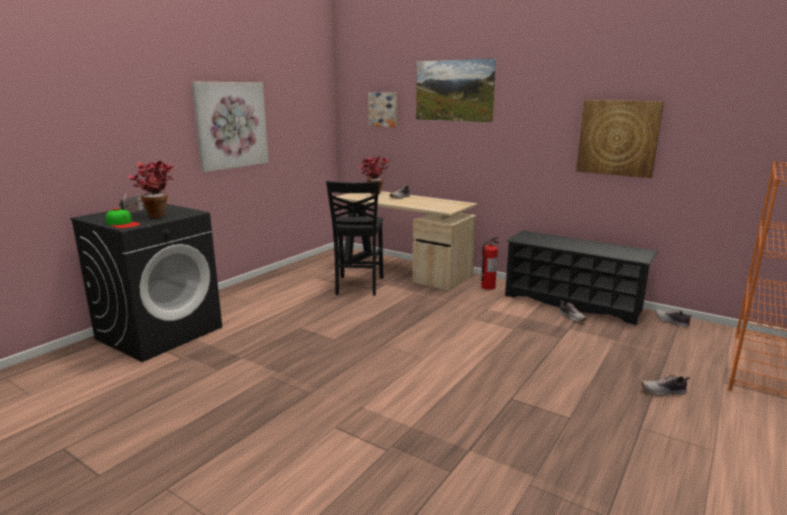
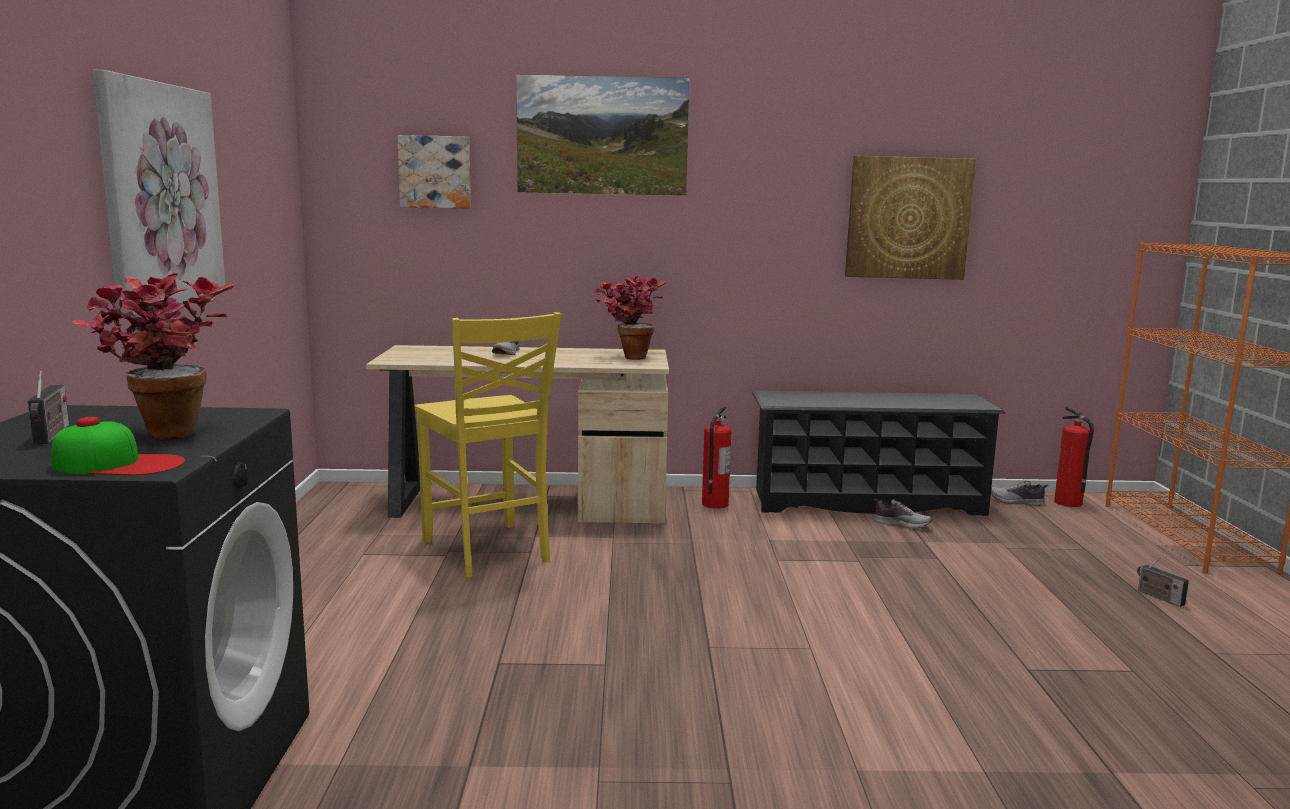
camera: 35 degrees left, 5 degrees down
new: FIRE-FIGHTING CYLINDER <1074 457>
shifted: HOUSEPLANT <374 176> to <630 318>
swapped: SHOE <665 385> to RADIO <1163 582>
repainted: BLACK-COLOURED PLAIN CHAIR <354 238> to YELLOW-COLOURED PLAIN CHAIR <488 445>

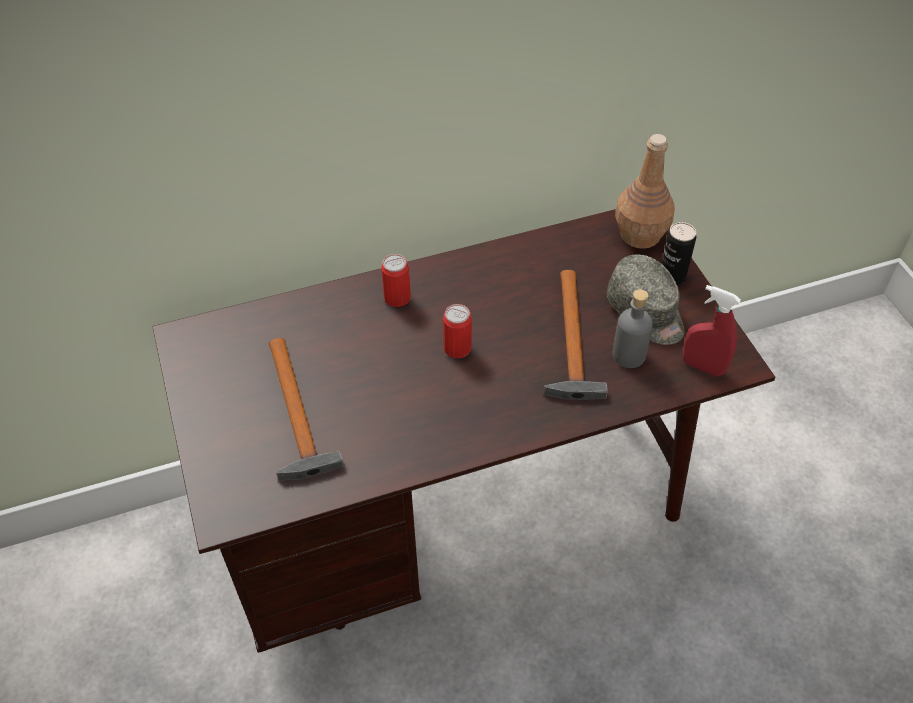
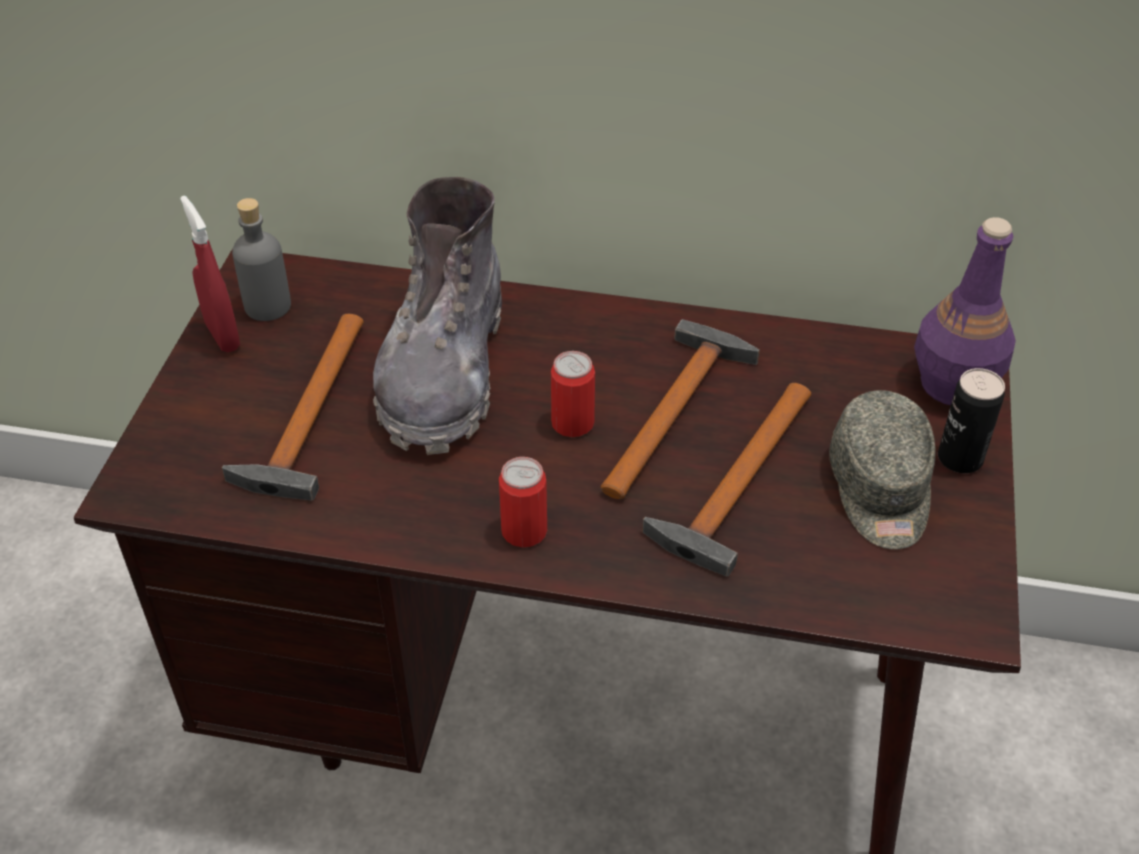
camera: 30 degrees right, 5 degrees down
new: GREY TALL BOOT <437 316>; HAMMER <680 409>
shifted: RED SPRAYER <712 330> to <210 274>; GREY BEVERAGE BOTTLE <632 328> to <261 259>; SEALED CAN <396 280> to <523 502>
repainted: BROWN-COLOURED BEVERAGE BOTTLE <645 191> to PURPLE-COLOURED BEVERAGE BOTTLE <965 311>

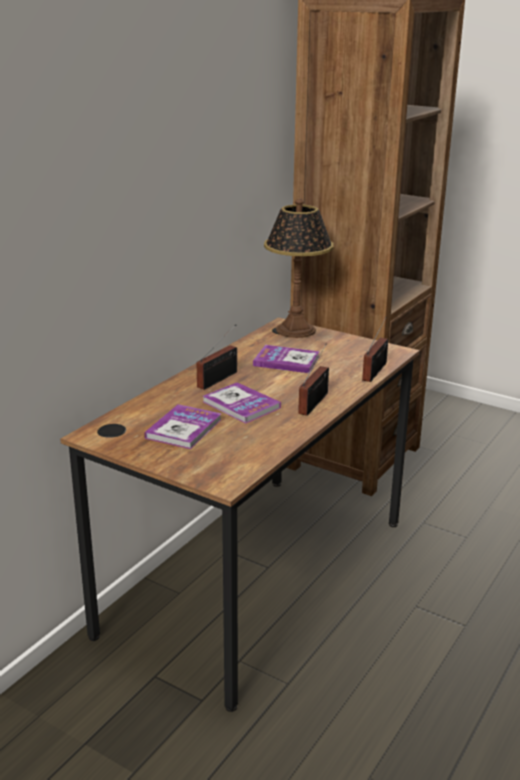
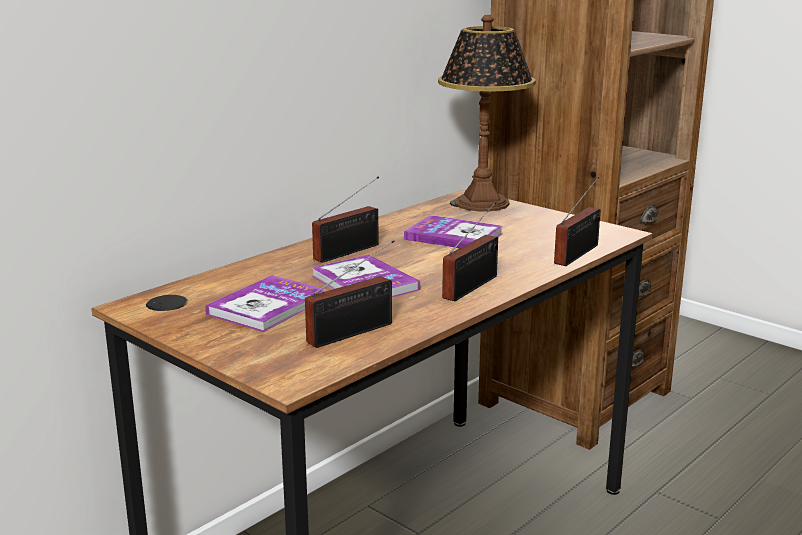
camera: 10 degrees right, 5 degrees down
new: RADIO <349 294>

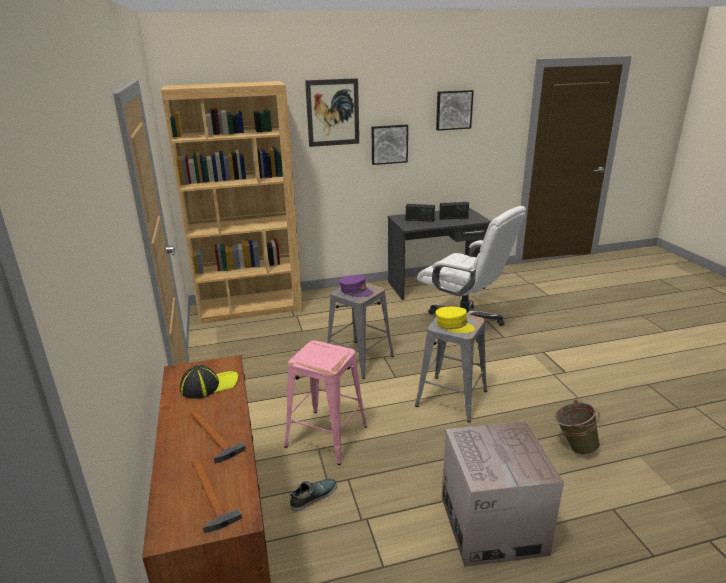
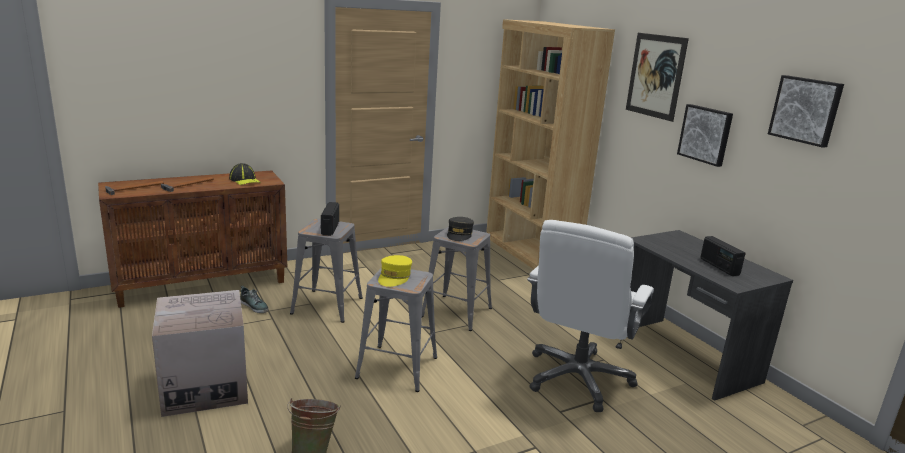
camera: 75 degrees right, 5 degrees down
shifted: RADIO <420 213> to <329 219>
repainted: PINK-COLOURED SITTING STOOL <325 403> to GREY SITTING STOOL <326 271>; PURPLE-COLOURED CAP <356 286> to GREY CAP <460 229>

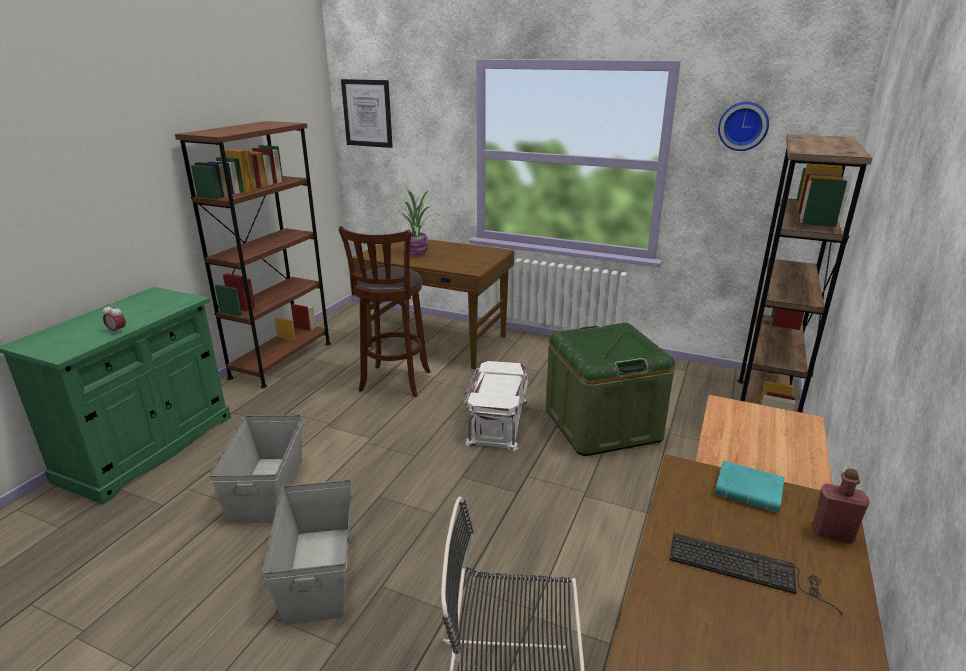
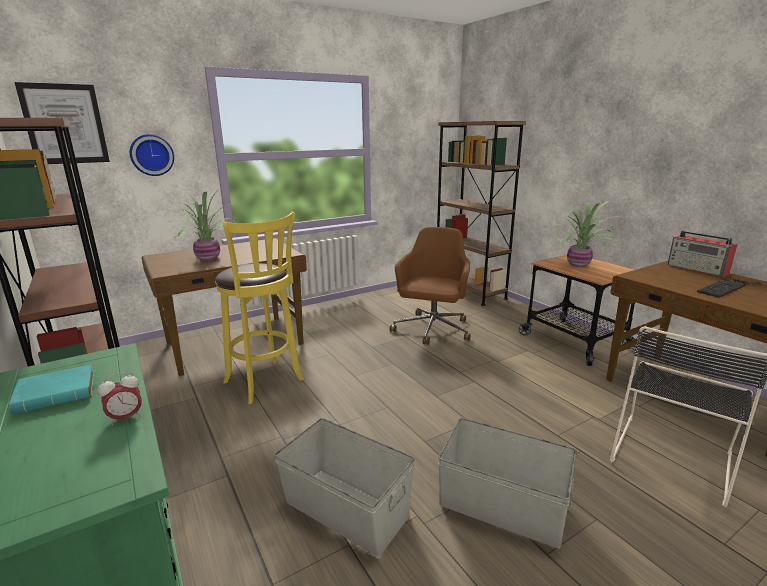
camera: 55 degrees left, 5 degrees down
gone: WHITISH STORAGE BOX <496 406>
new: HOUSEPLANT <588 233>
shifted: TURQUOISE VOLUME <750 486> to <51 389>; WALL CLOCK <743 126> to <152 155>
swapped: GREEN-COLOURED STORAGE BOX <610 389> to BROWN-COLOURED COMPUTER CHAIR <430 286>; RED BEVERAGE BOTTLE <841 506> to RADIO <702 254>
repainted: BROWN-COLOURED SITTING STOOL <384 311> to YELLOW-COLOURED SITTING STOOL <259 307>

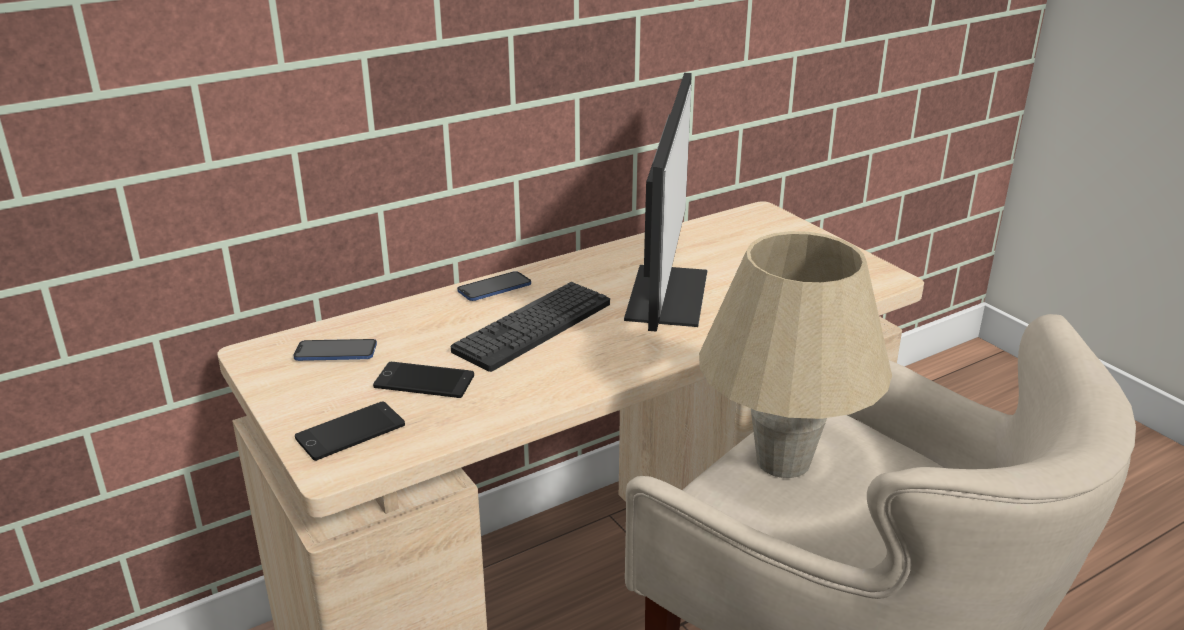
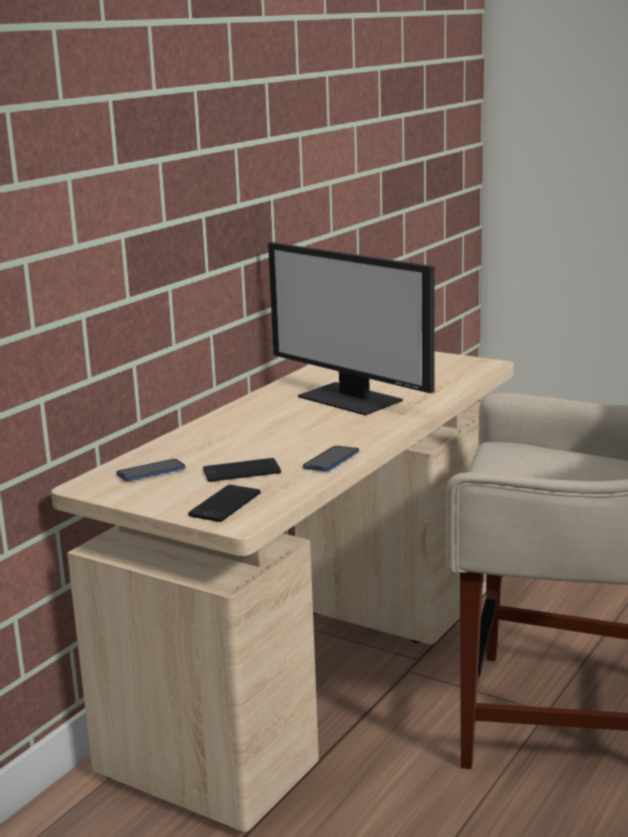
camera: 25 degrees left, 10 degrees down
gone: PC KEYBOARD <530 327>; SAND-COLOURED TABLE LAMP <795 354>
shifted: HANDSET <494 286> to <331 458>
rotated: COMPUTER DISPLAY <665 202> = <351 329> 150 degrees clockwise

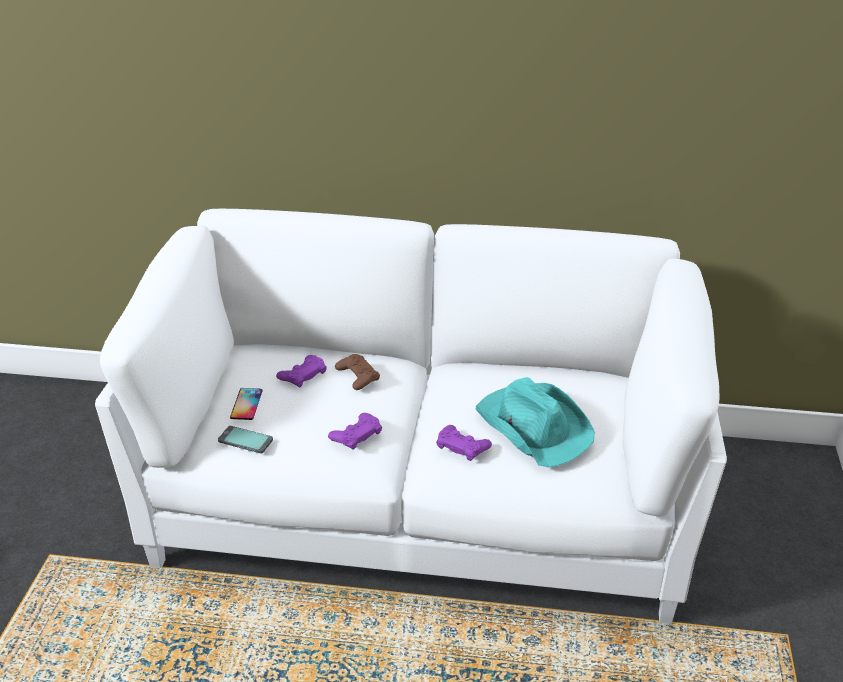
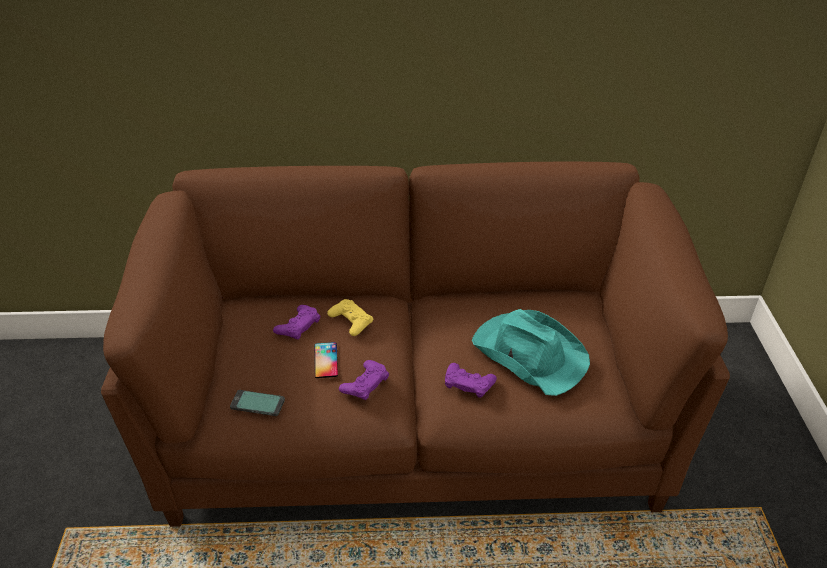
camera: 10 degrees left, 5 degrees up
shifted: HANDSET <246 404> to <326 360>
repainted: WHITISH COUCH <411 416> to BROWN-COLOURED COUCH <415 344>; BROWN-COLOURED GAMEPAD <357 372> to YELLOW-COLOURED GAMEPAD <350 317>

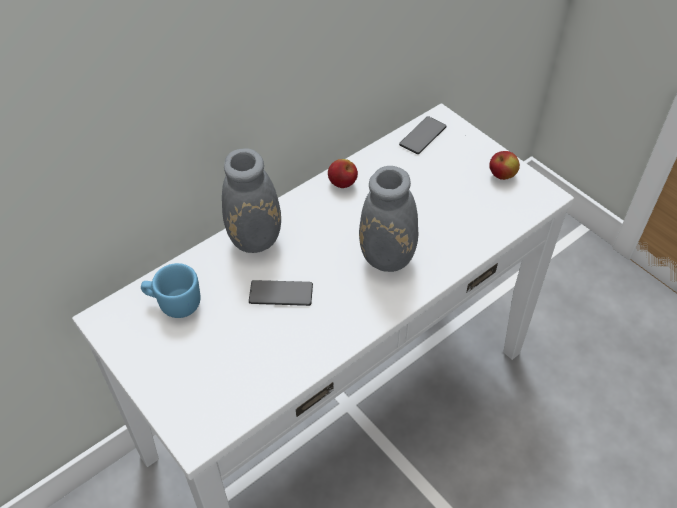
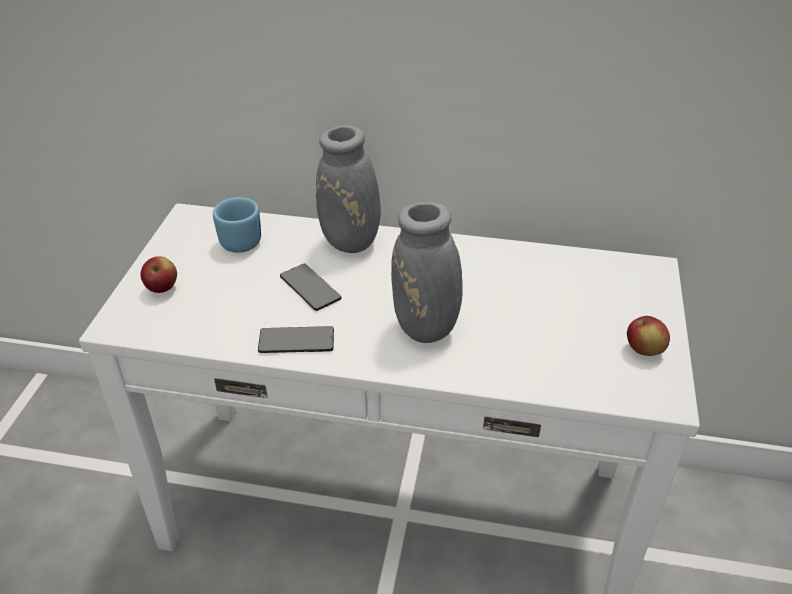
camera: 50 degrees right, 10 degrees down
shifted: WHOLE APPLE <343 173> to <159 274>; HANDSET <423 135> to <296 339>

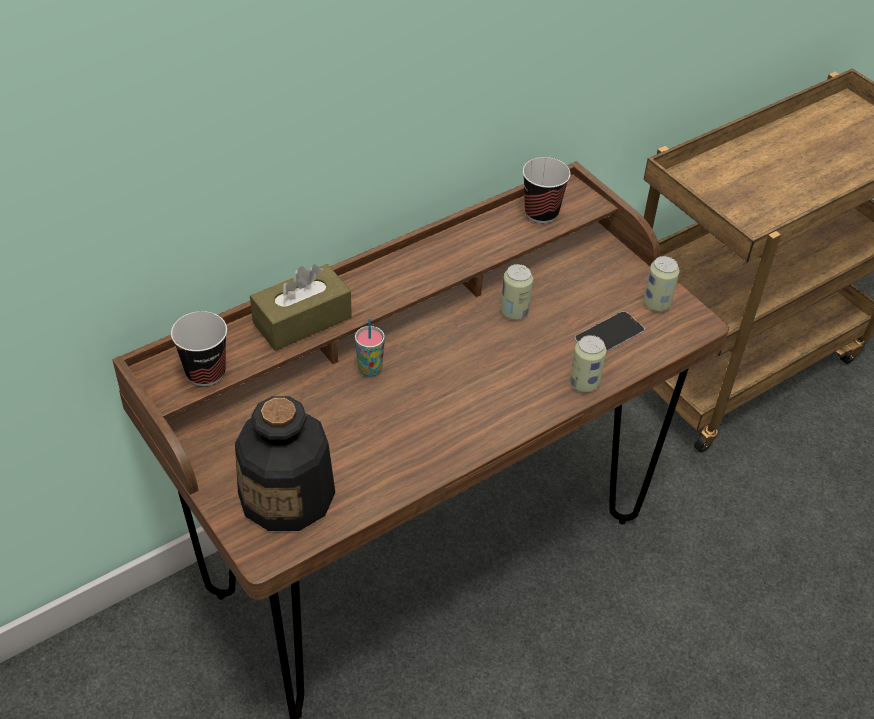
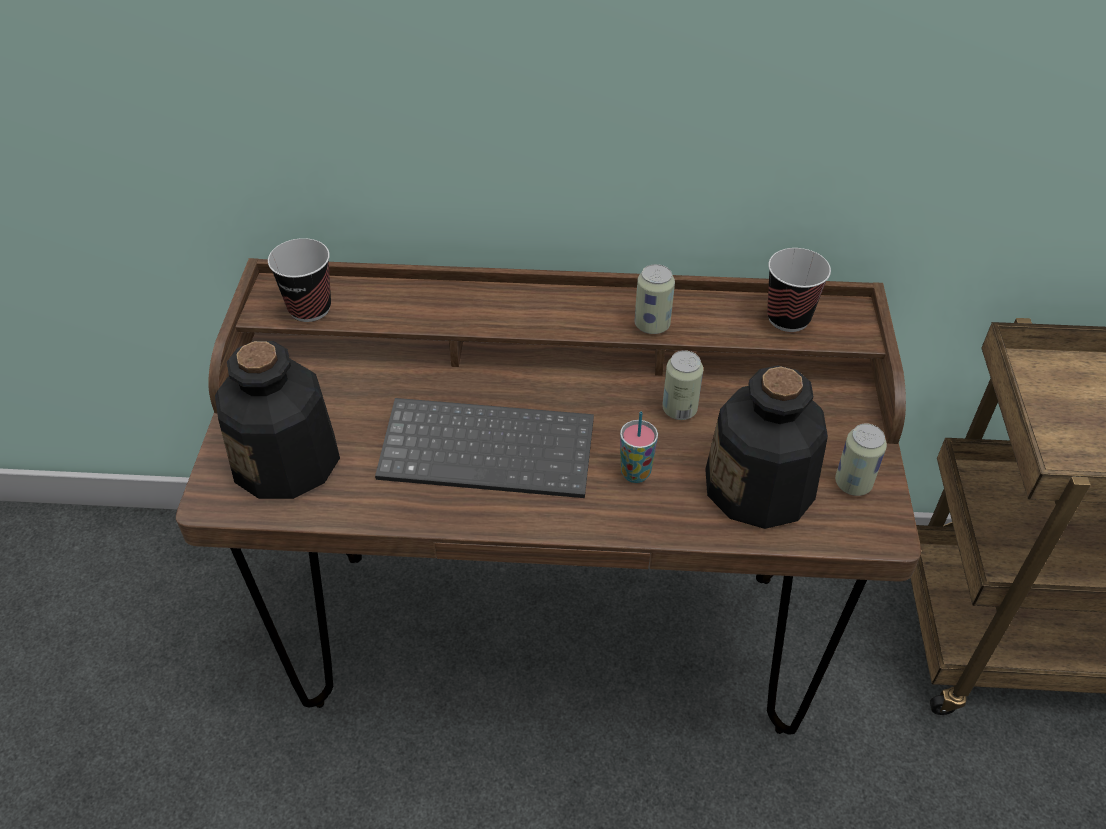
camera: 40 degrees right, 0 degrees up
gone: BROWN-COLOURED TISSUE HOLDER <301 307>
new: PC KEYBOARD <484 448>
shifted: CUP <370 347> to <639 447>; SEALED CAN <588 363> to <654 299>
swapped: HANDSET <610 332> to BEVERAGE BOTTLE <766 447>

